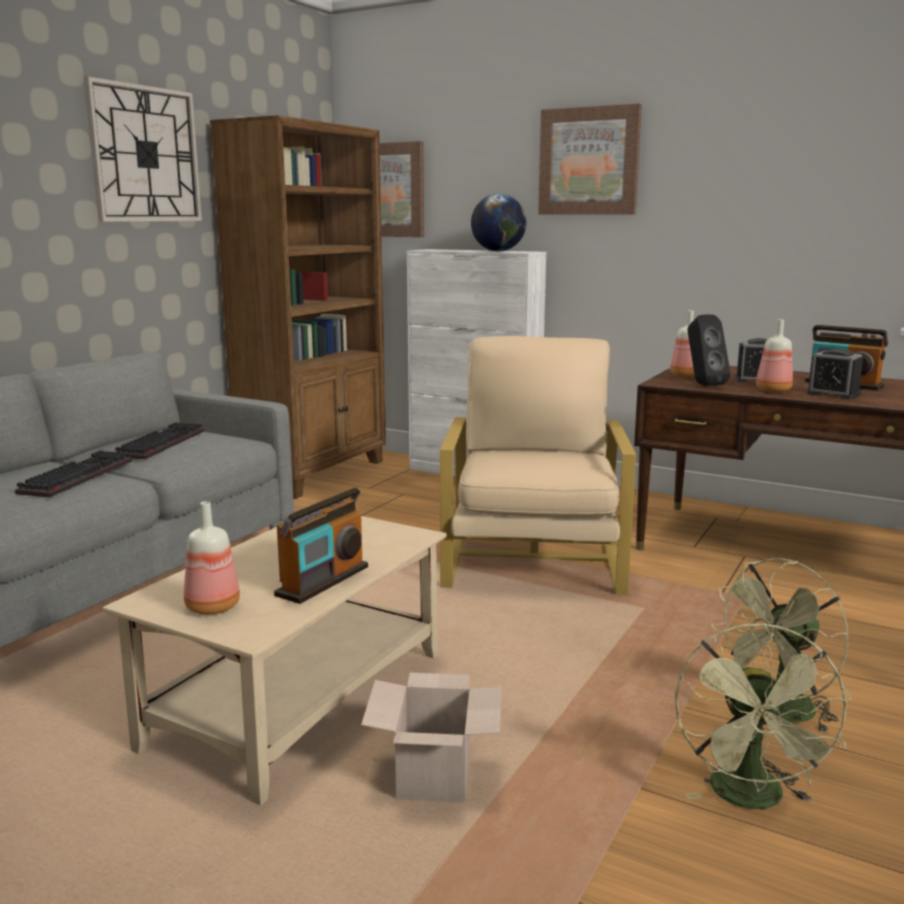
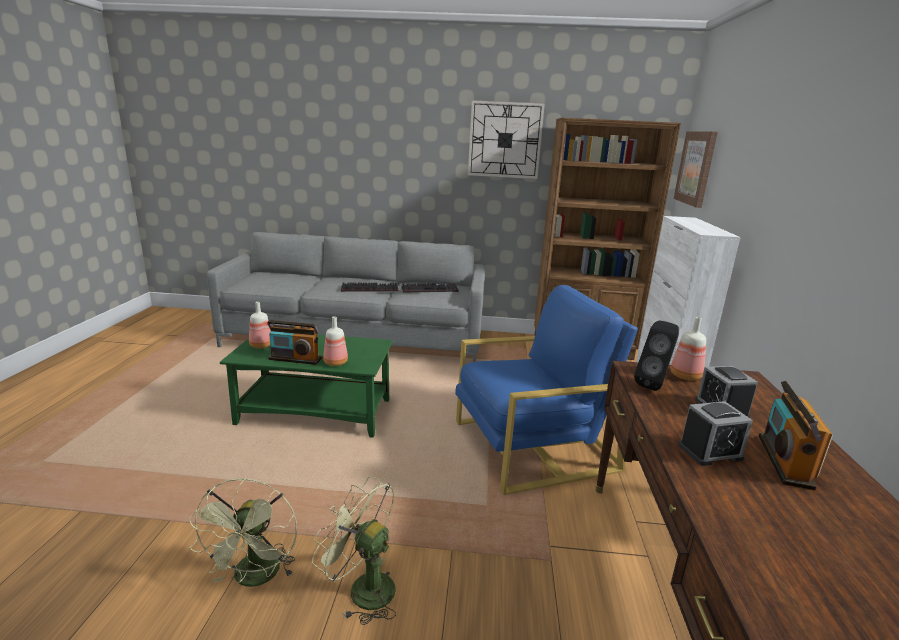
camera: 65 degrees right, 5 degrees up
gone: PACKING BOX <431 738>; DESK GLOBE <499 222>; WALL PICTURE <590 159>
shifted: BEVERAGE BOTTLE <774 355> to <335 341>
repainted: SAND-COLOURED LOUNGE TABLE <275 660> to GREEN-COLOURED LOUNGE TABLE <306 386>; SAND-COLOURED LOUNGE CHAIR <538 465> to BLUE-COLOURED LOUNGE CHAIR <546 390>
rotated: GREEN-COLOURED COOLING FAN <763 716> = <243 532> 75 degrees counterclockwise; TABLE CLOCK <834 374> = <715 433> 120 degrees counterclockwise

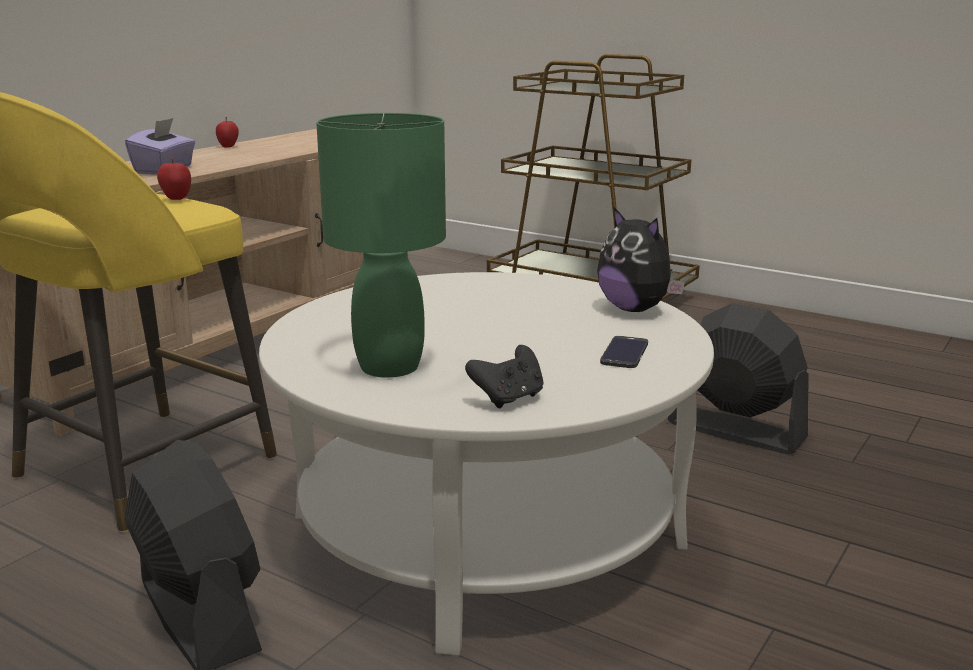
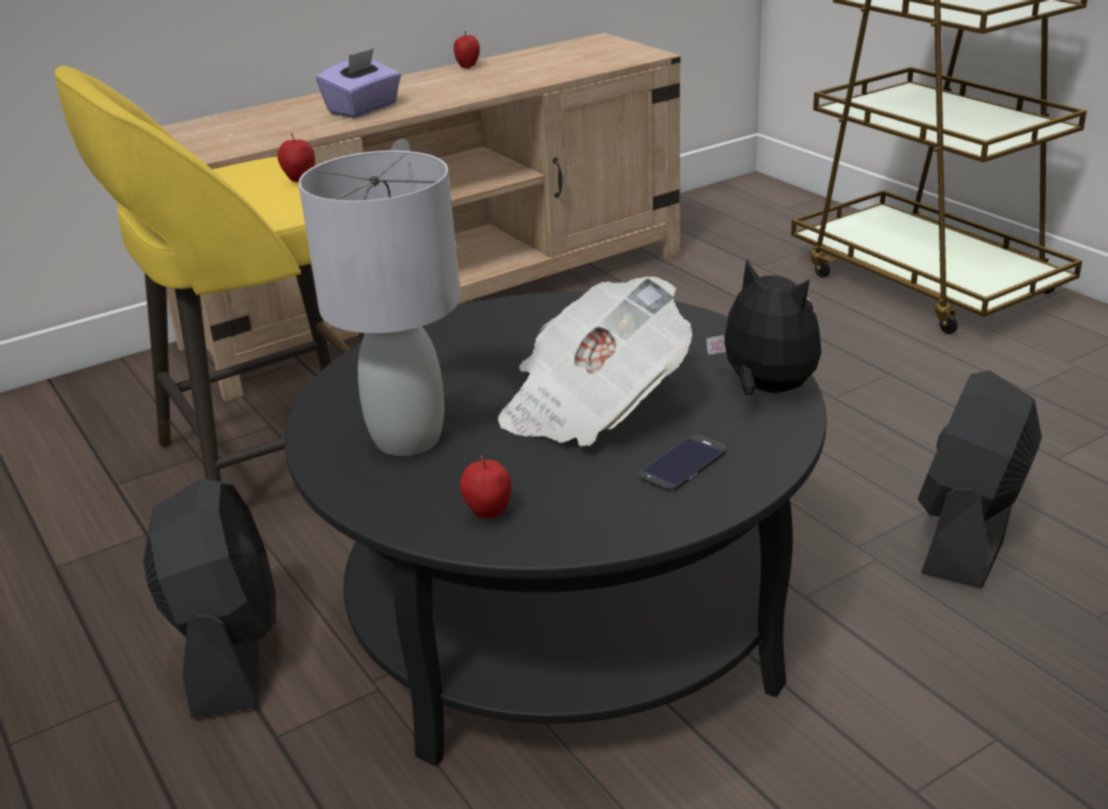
camera: 25 degrees right, 10 degrees up
new: DAILY PAPER <595 361>
swapped: BLACK-COLOURED GAMEPAD <504 376> to WHOLE APPLE <486 486>
repainted: WHITISH LOUNGE TABLE <486 464> to BLACK-COLOURED LOUNGE TABLE <556 529>; GREEN-COLOURED TABLE LAMP <381 245> to GREY TABLE LAMP <379 303>
rotated: PLUSH TOY <641 259> = <763 327> 150 degrees clockwise; BLACK-COLOURED COOLING FAN <738 378> = <980 479> 120 degrees counterclockwise

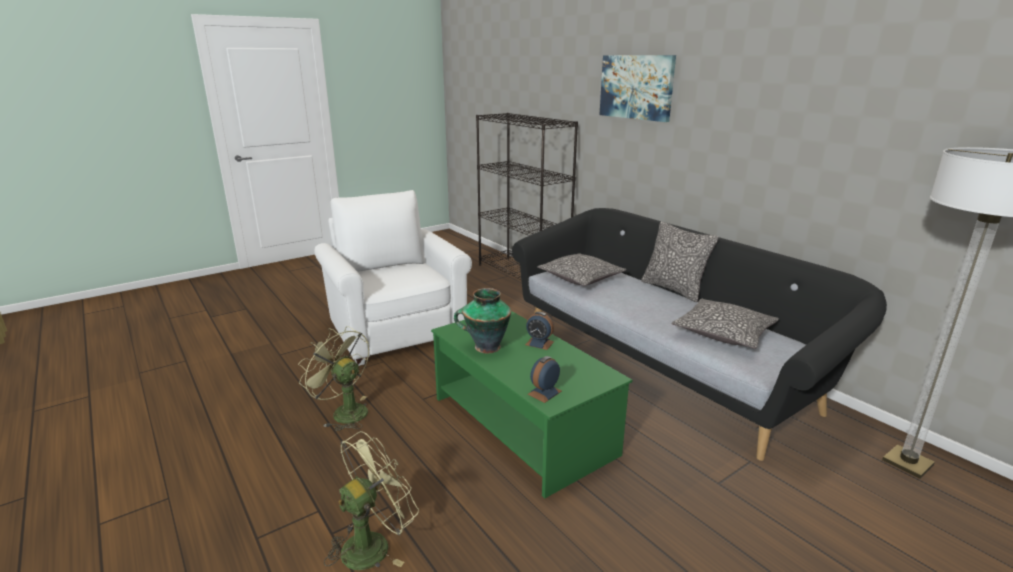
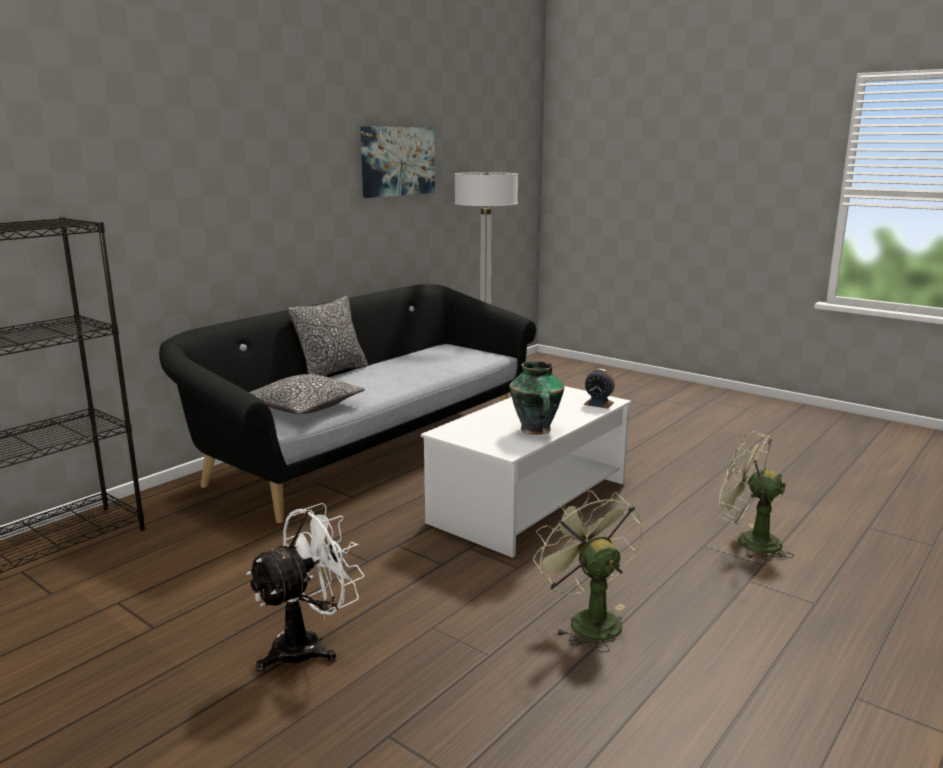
camera: 105 degrees left, 5 degrees down
gone: TABLE CLOCK <539 331>; PILLOW <725 324>
shifted: WALL PICTURE <637 88> to <397 162>
swapped: WHITISH LOUNGE CHAIR <393 278> to WHITISH COOLING FAN <305 587>
repainted: GREEN-COLOURED LOUNGE TABLE <532 404> to WHITISH LOUNGE TABLE <526 472>
rotated: GREEN-COLOURED COOLING FAN <333 378> = <588 571> 135 degrees clockwise

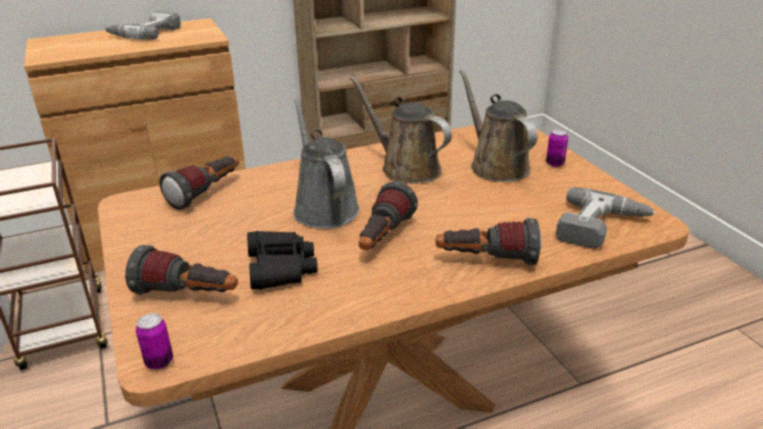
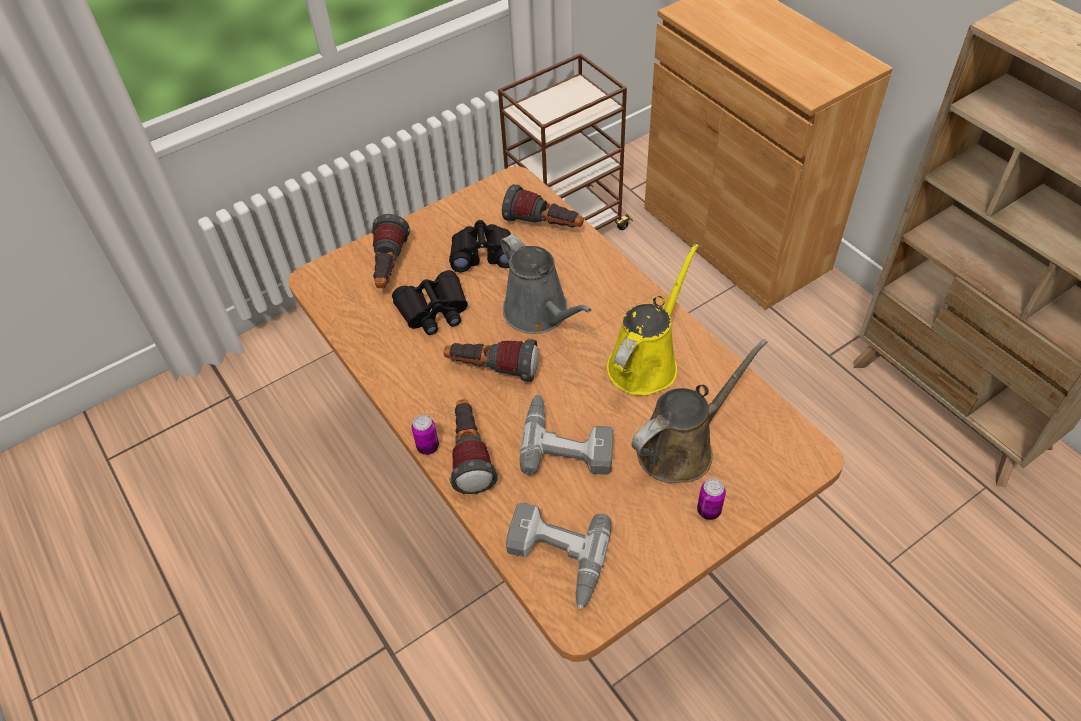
camera: 80 degrees right, 20 degrees up
new: BLACK-COLOURED FIELD GLASSES <480 246>
shifted: SEALED CAN <154 341> to <425 435>; DRILL <143 25> to <567 434>
repainted: BROWN-COLOURED WATERING CAN <401 130> to YELLOW-COLOURED WATERING CAN <653 320>
rotated: GREY WATERING CAN <326 163> = <546 284> 90 degrees clockwise

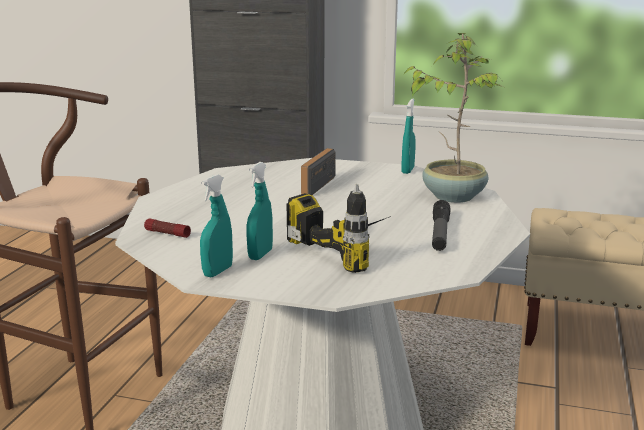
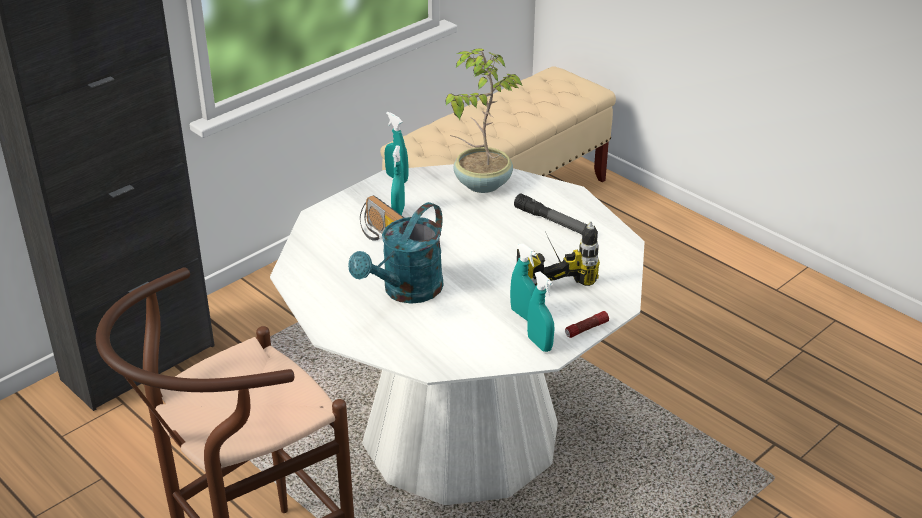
camera: 60 degrees left, 15 degrees up
new: TURQUOISE WATERING CAN <396 253>; TURQUOISE SPRAYER <398 180>
shifted: HAND TORCH <167 228> to <587 324>

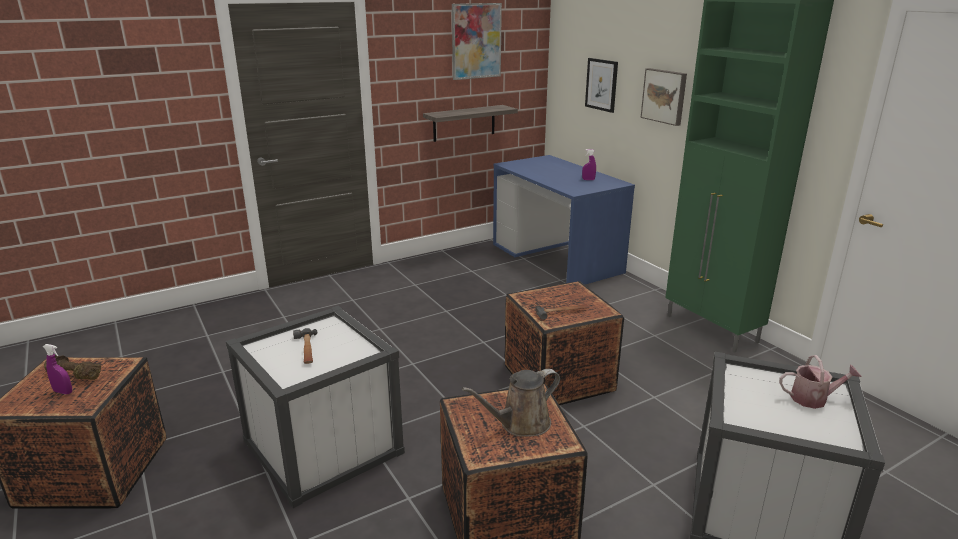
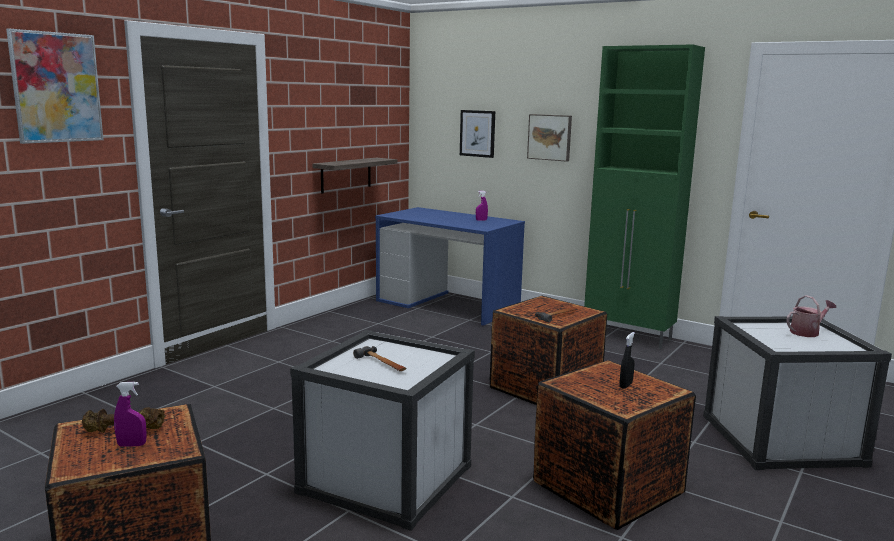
camera: 25 degrees left, 10 degrees down
shifted: WALL PICTURE <477 41> to <55 86>
swapped: BROWN-COLOURED WATERING CAN <511 403> to BLACK-COLOURED SPRAYER <627 360>

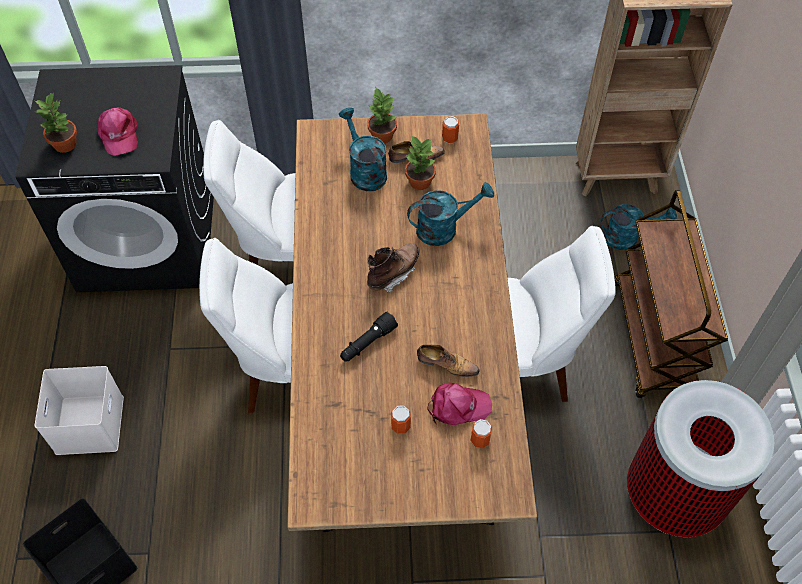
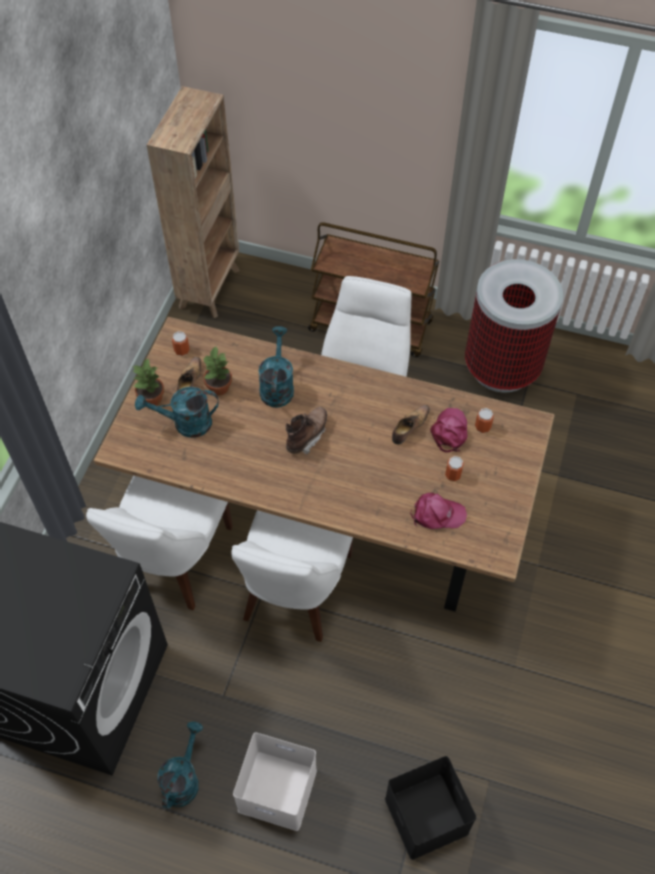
camera: 70 degrees left, 0 degrees up
gone: HOUSEPLANT <56 122>; BLACK-COLOURED HAND TORCH <369 337>
shifted: TURQUOISE WATERING CAN <638 227> to <180 765>; PINK-COLOURED CAP <117 131> to <438 511>
rotated: BROWN-COLOURED TALL BOOT <393 268> = <306 431> 60 degrees clockwise

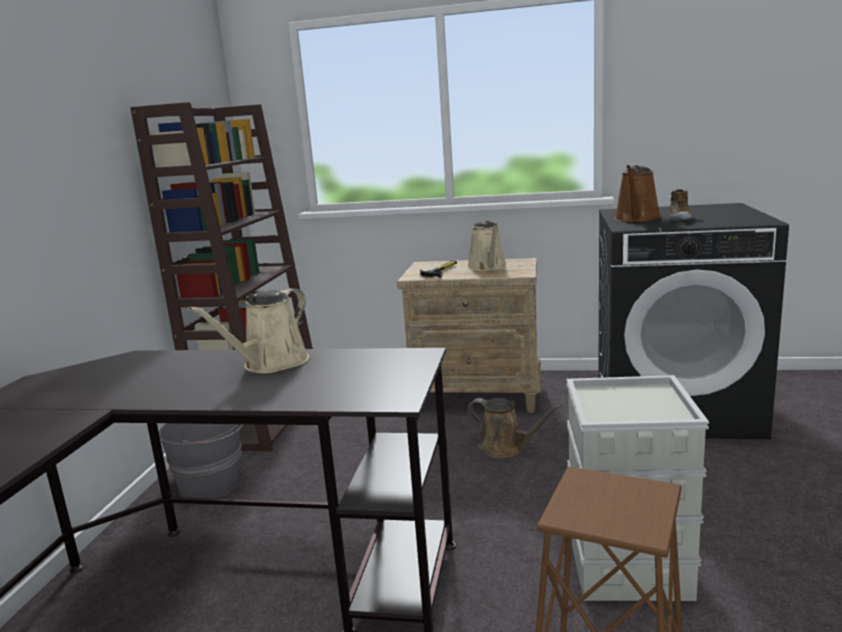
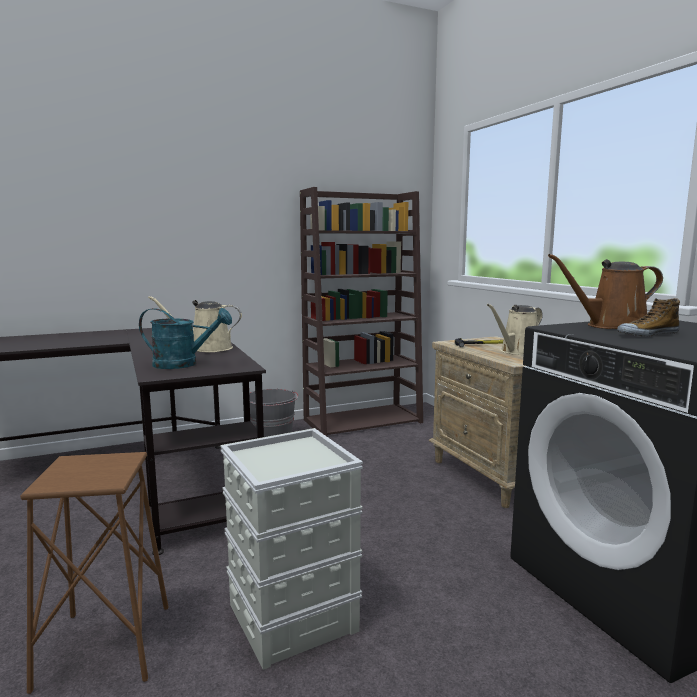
camera: 55 degrees right, 5 degrees down
gone: BROWN-COLOURED WATERING CAN <515 428>
new: TURQUOISE WATERING CAN <185 338>

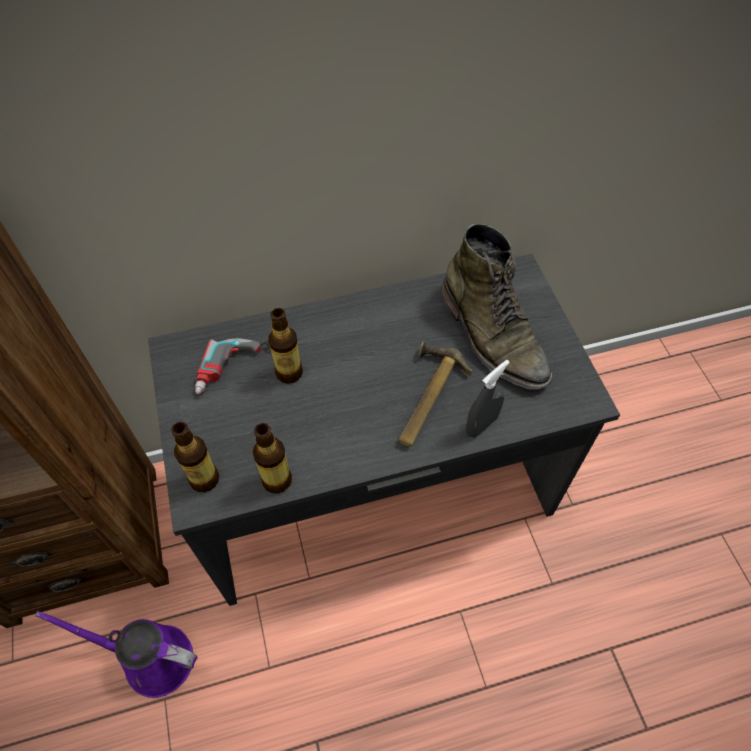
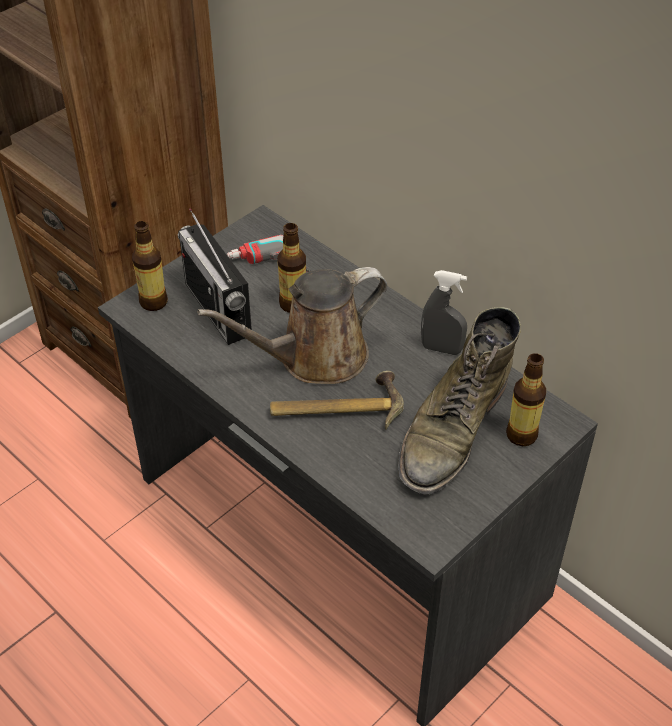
camera: 60 degrees right, 10 degrees down
gone: PURPLE-COLOURED WATERING CAN <116 654>
new: RADIO <215 276>; BROWN-COLOURED WATERING CAN <292 325>
shifted: GREY SPRAYER <488 399> to <444 312>; BEVERAGE BOTTLE <272 458> to <526 399>

